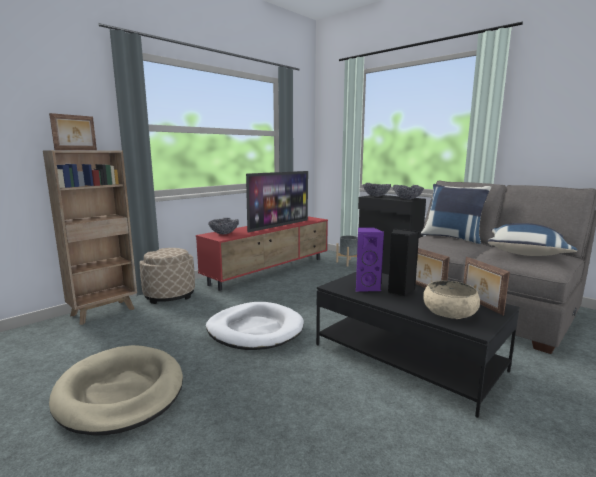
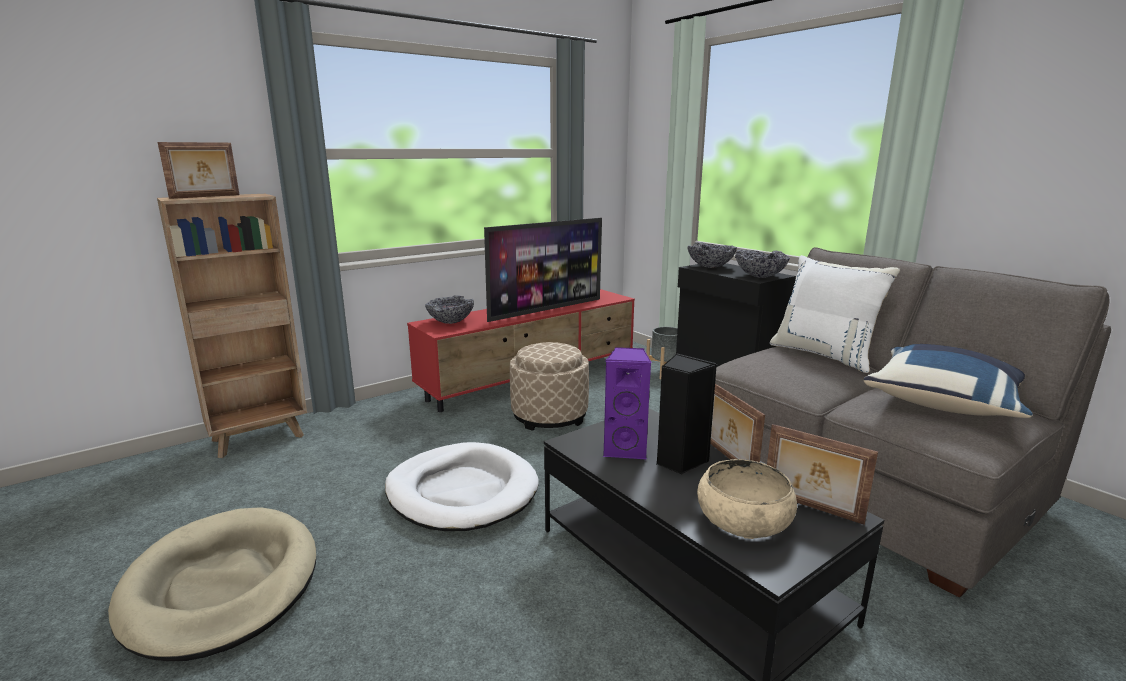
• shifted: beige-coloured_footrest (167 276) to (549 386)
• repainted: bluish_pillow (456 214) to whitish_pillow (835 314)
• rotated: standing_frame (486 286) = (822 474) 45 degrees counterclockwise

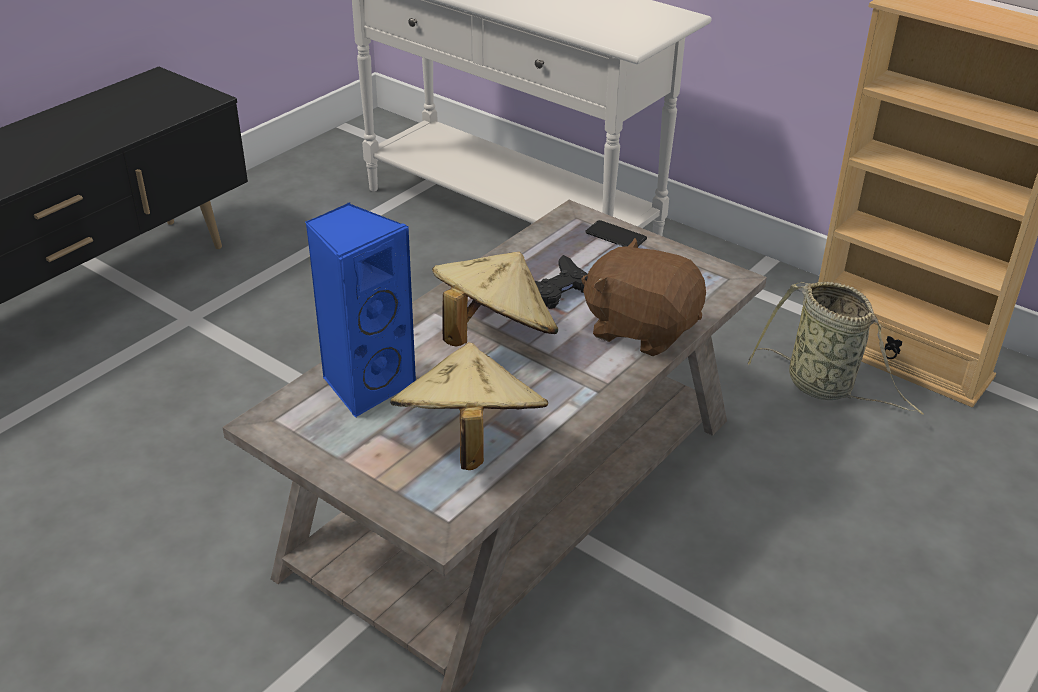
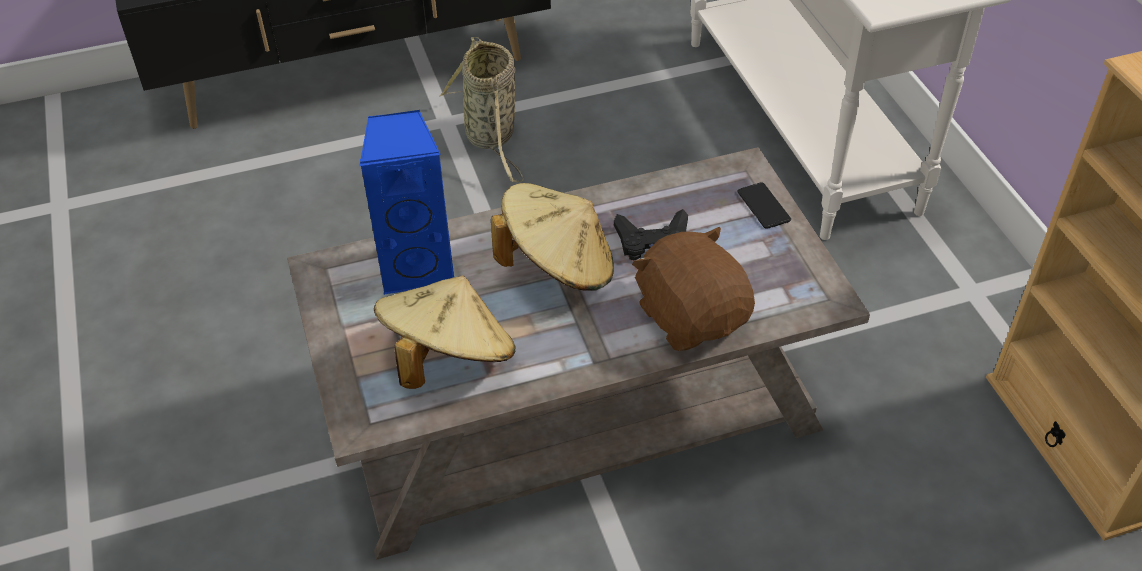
• shifted: storage_basket (836 348) to (482 110)

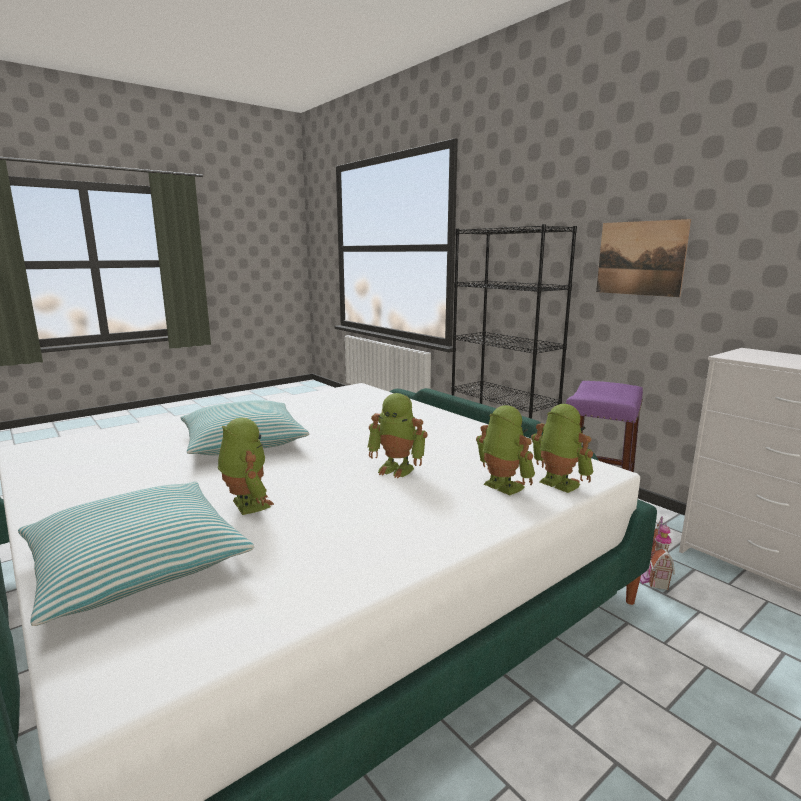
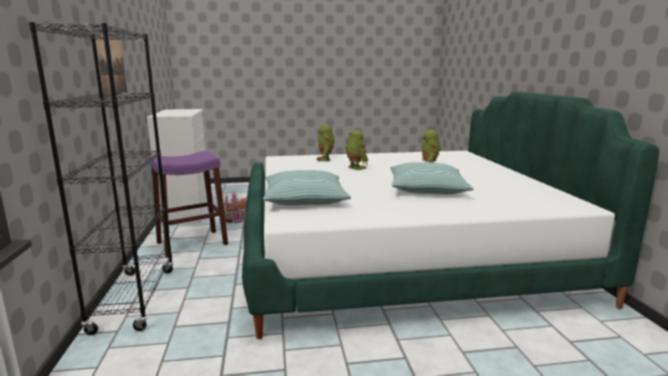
• gone: toy_robot (562 448)
• shifted: pillow (136 554) to (307 187)

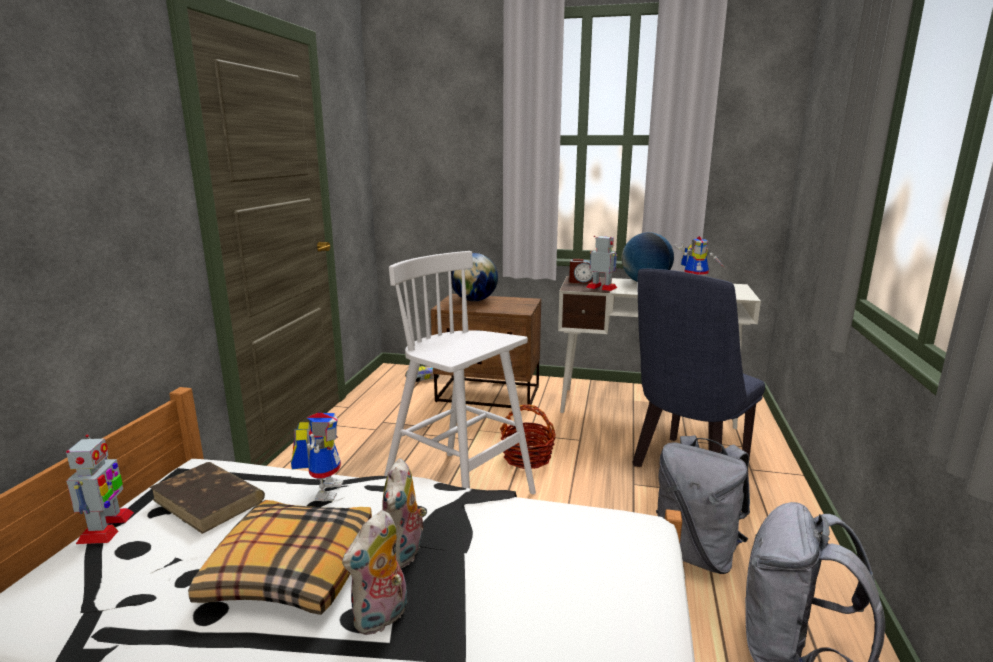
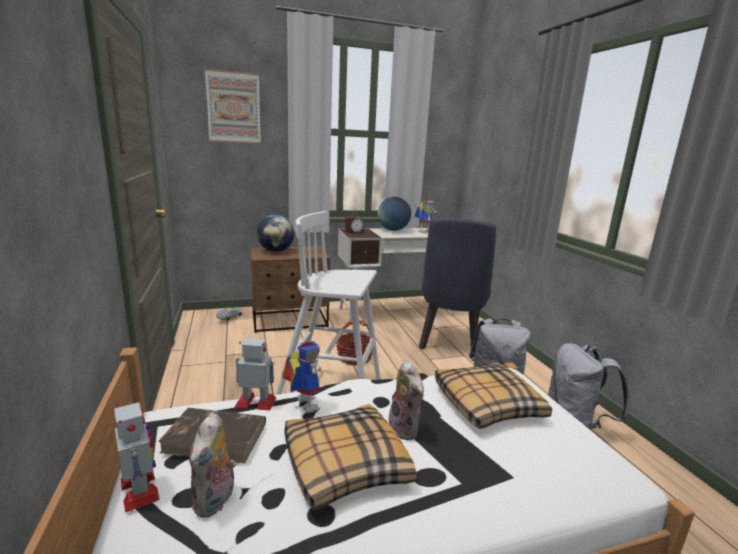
• new: picture (233 106)
• new: pillow (493 395)
• shifted: cuddly_toy (374 572) to (212 465)
• shifted: toy_robot (602 263) to (255 374)

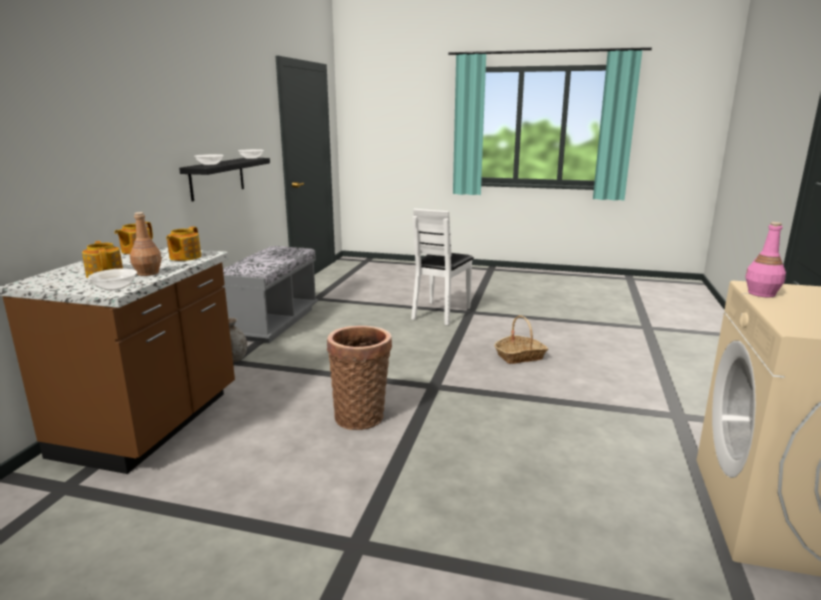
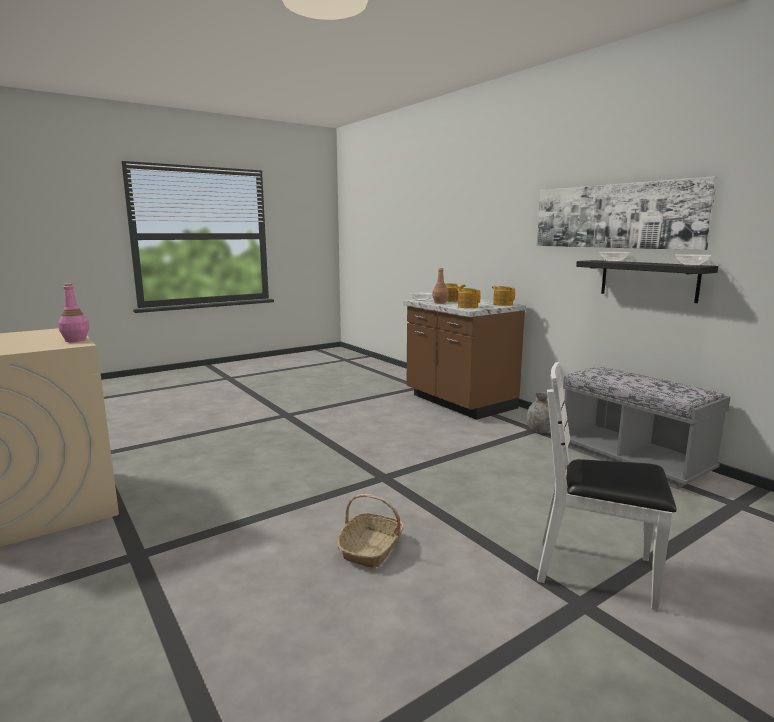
• gone: storage_basket (359 378)
• new: picture (627 213)
• rotated: whitish_plain_chair (442 267) = (607 486) 45 degrees counterclockwise

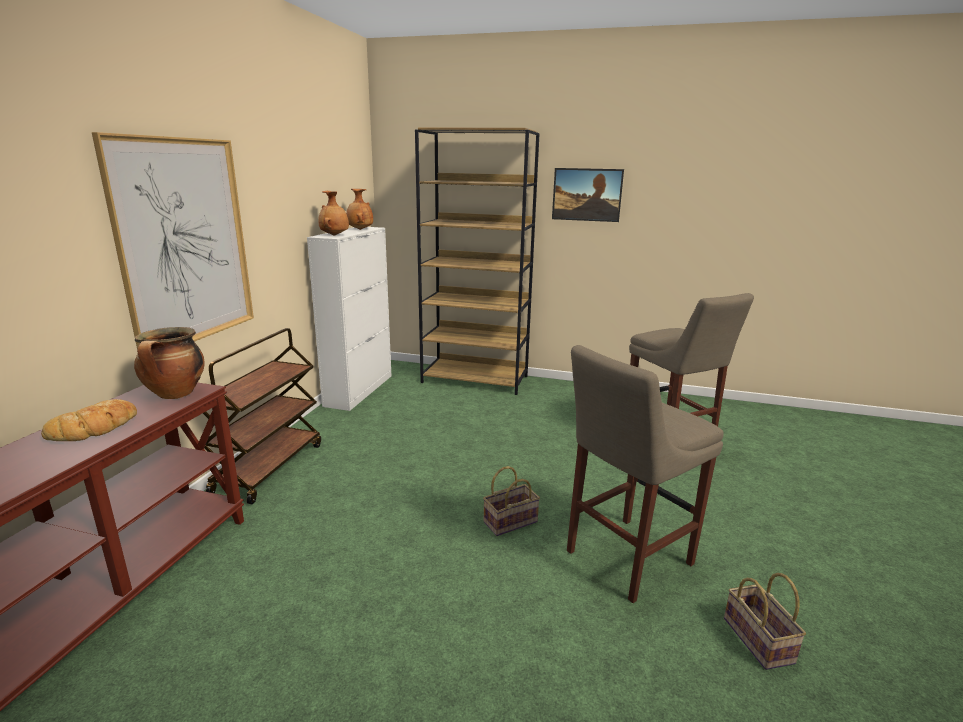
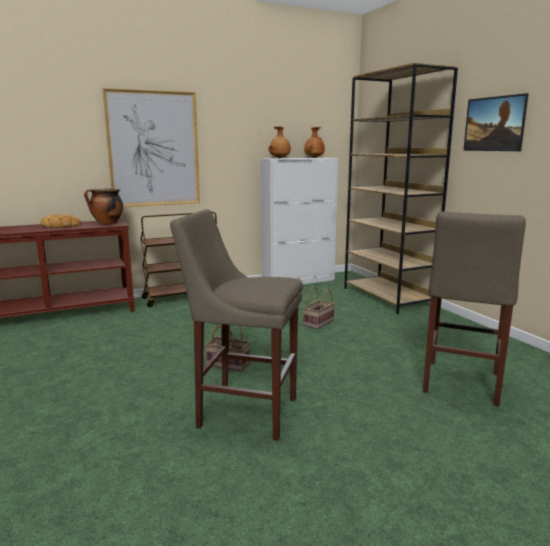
• shifted: storage_basket (765 621) to (319 307)

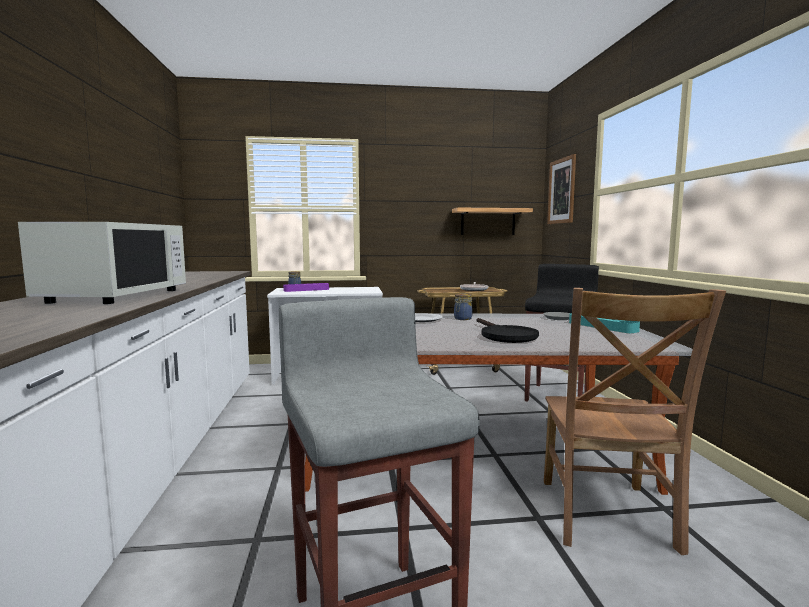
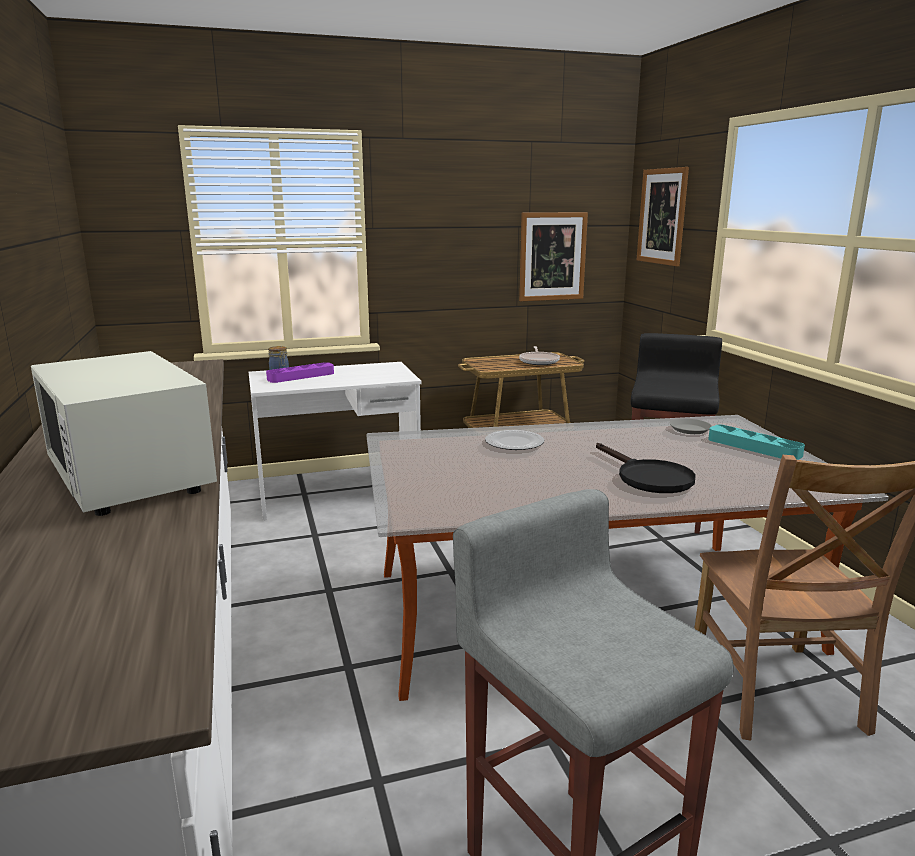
• gone: jar (463 306)
• swapped: wall_shelf (492 221) to picture (553 256)
• rotated: whitish_microwave_oven (102 263) = (124 433) 150 degrees clockwise

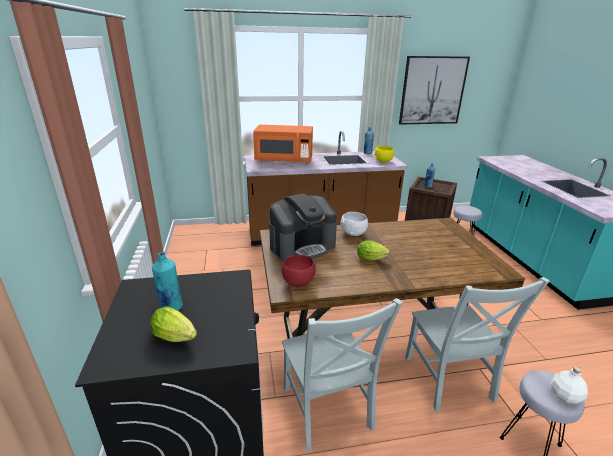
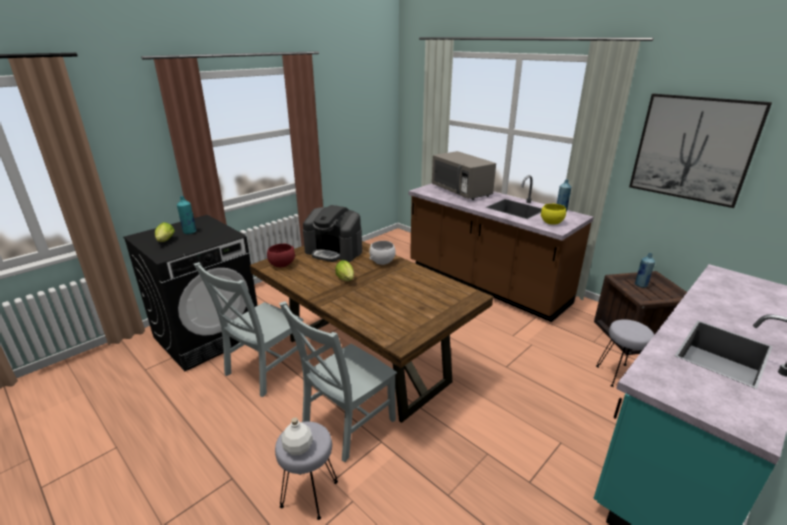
• repainted: orangey_microwave_oven (283 144) to gray_microwave_oven (464 175)

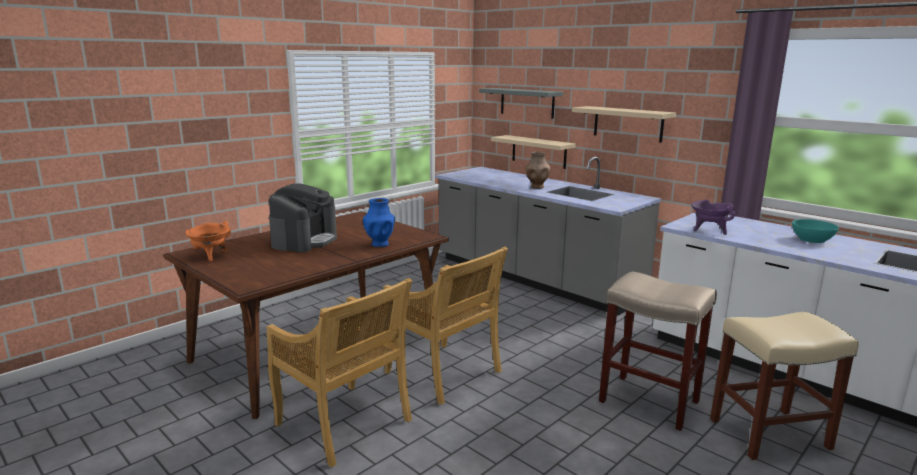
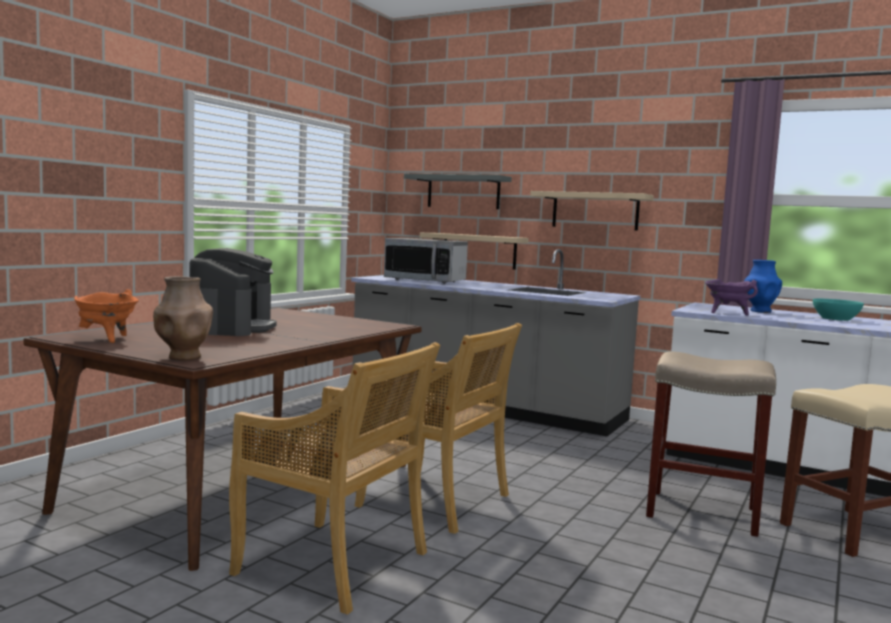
• new: microwave_oven (426 261)
• shifted: bluish_vase (379 223) to (763 286)
• shifted: brown_vase (538 170) to (183 318)

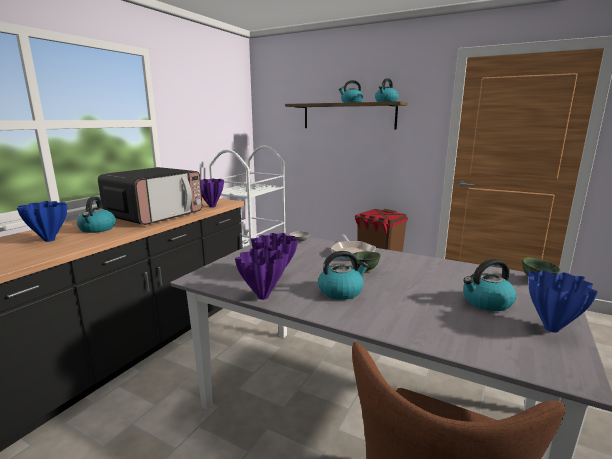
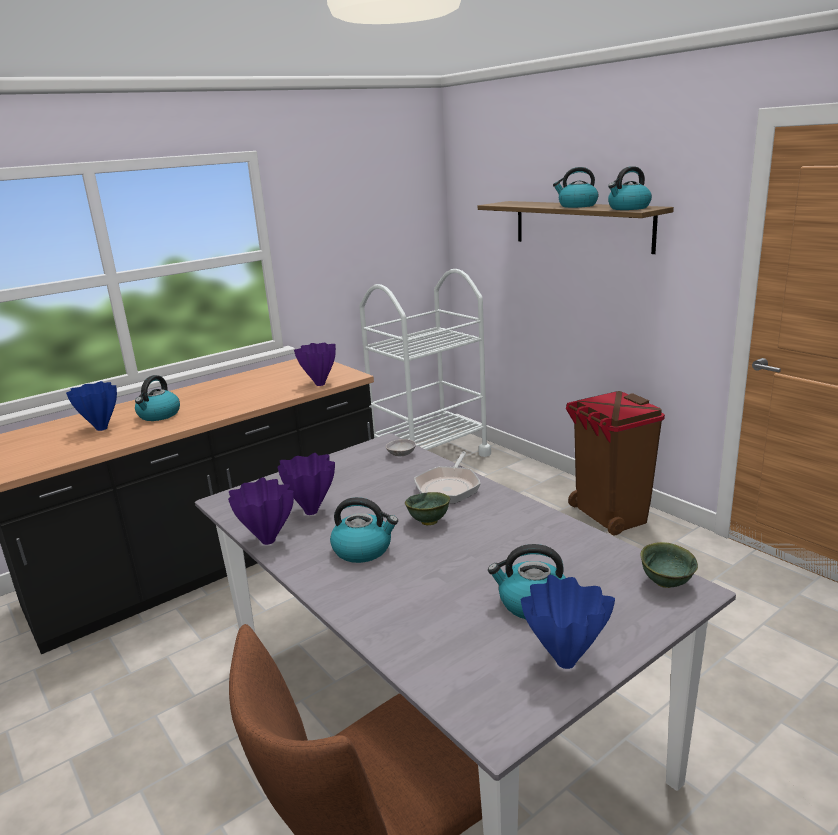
• gone: microwave_oven (150 196)

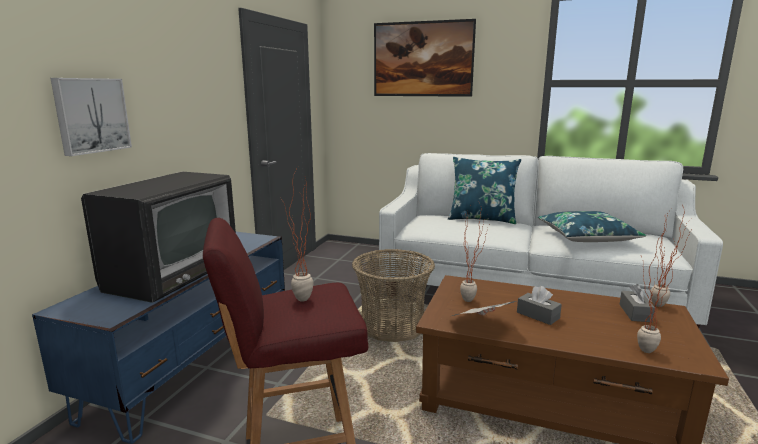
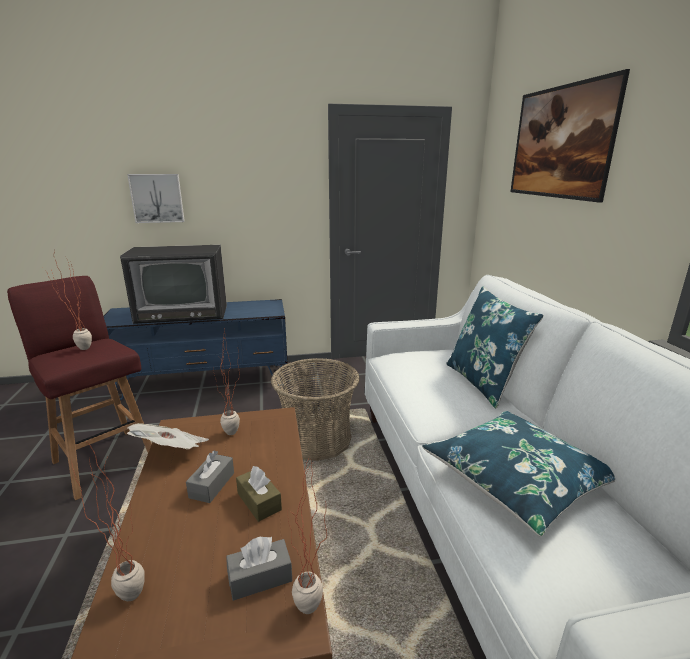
• new: brown_box_of_tissues (259 494)

